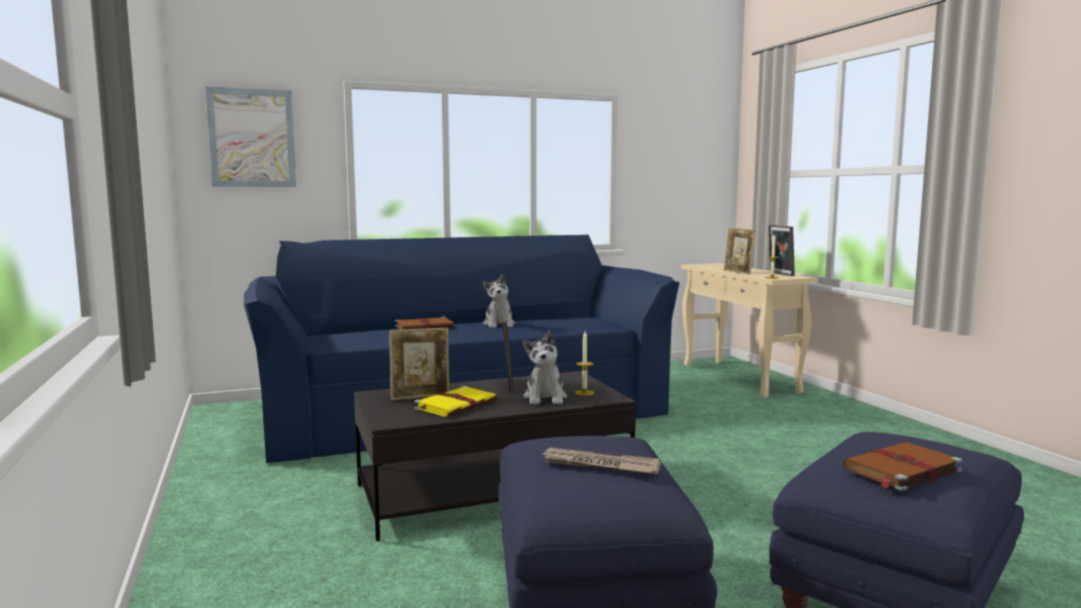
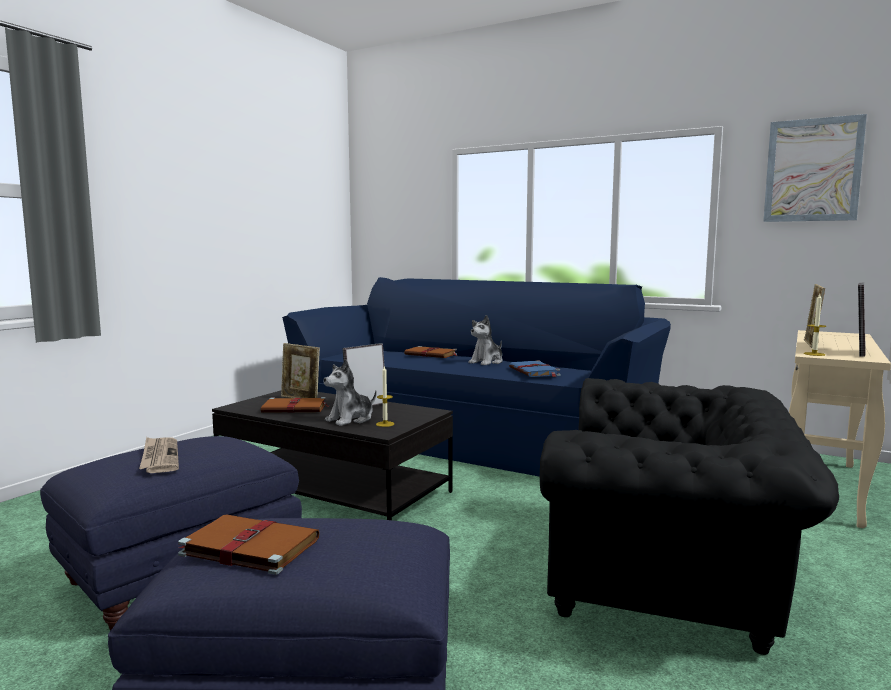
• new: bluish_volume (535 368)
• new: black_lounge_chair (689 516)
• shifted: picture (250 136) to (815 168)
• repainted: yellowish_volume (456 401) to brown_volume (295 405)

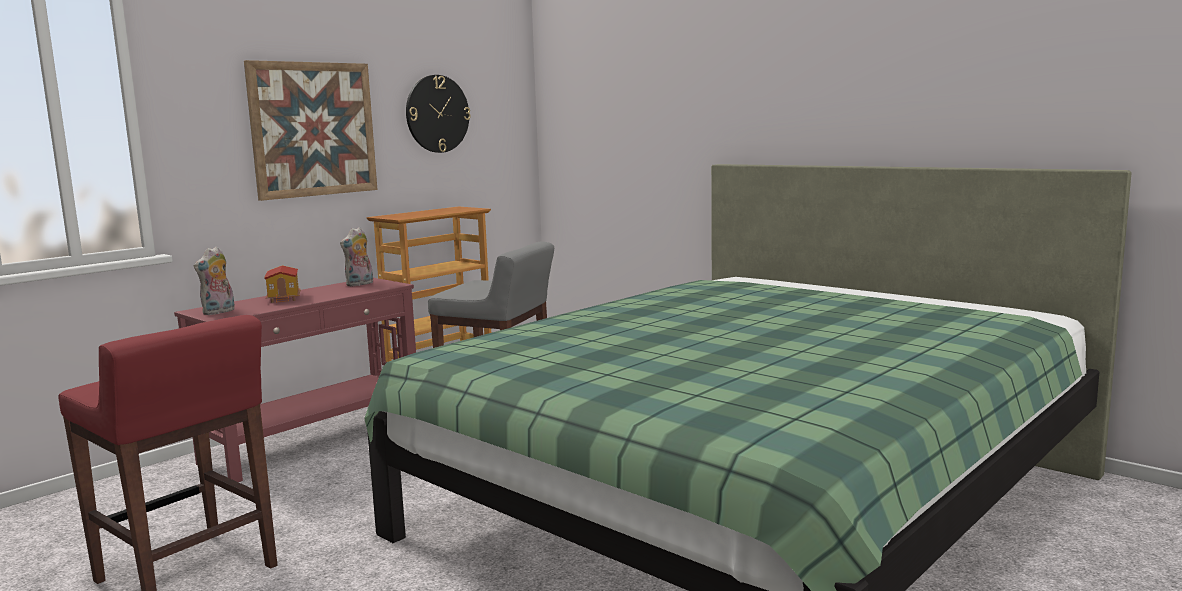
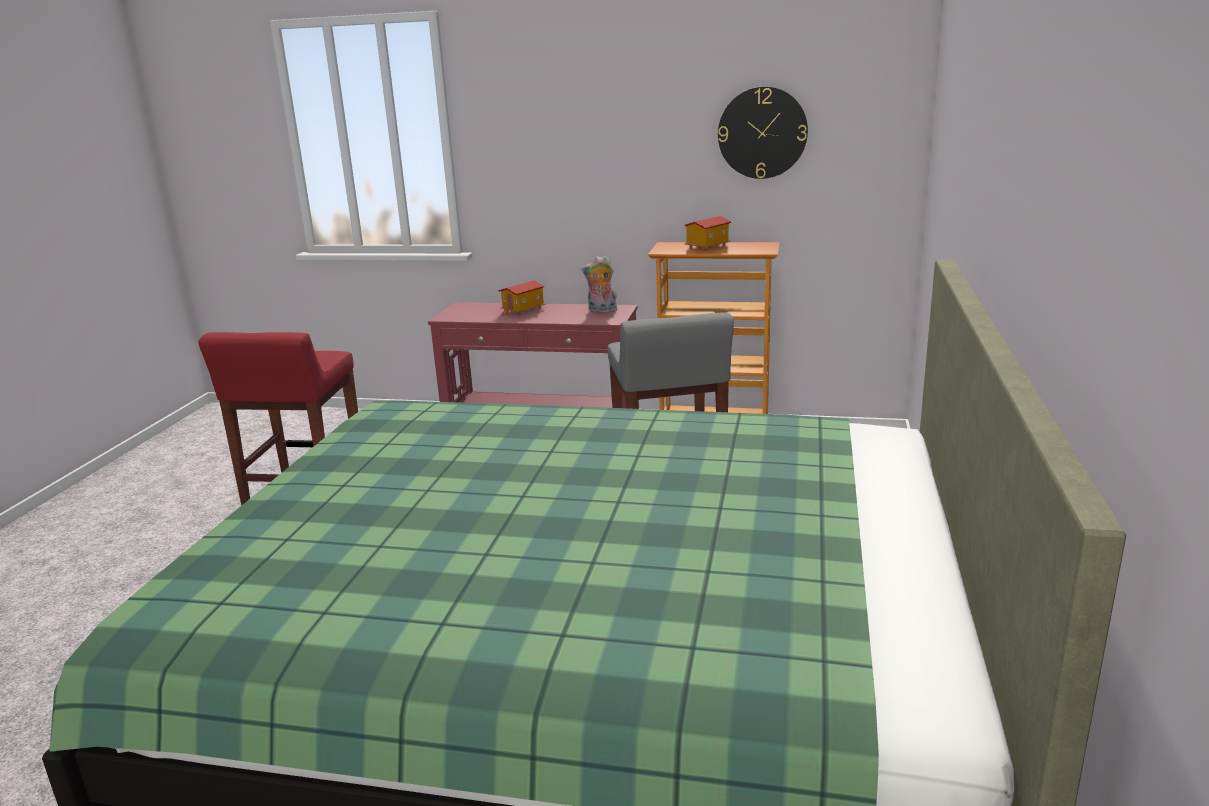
• gone: cuddly_toy (214 280)
• gone: picture (310 130)
• new: model_house (707 233)

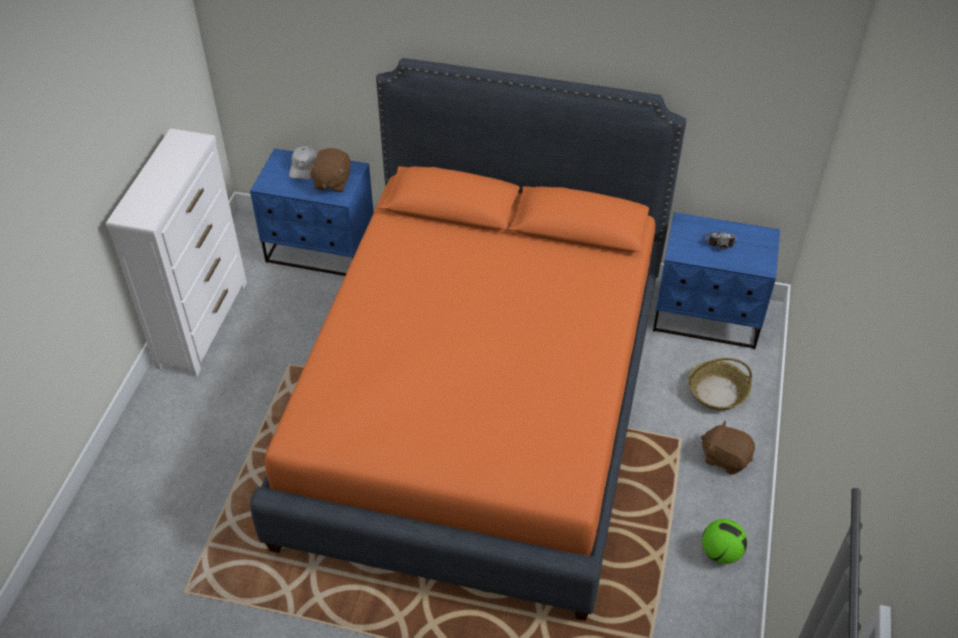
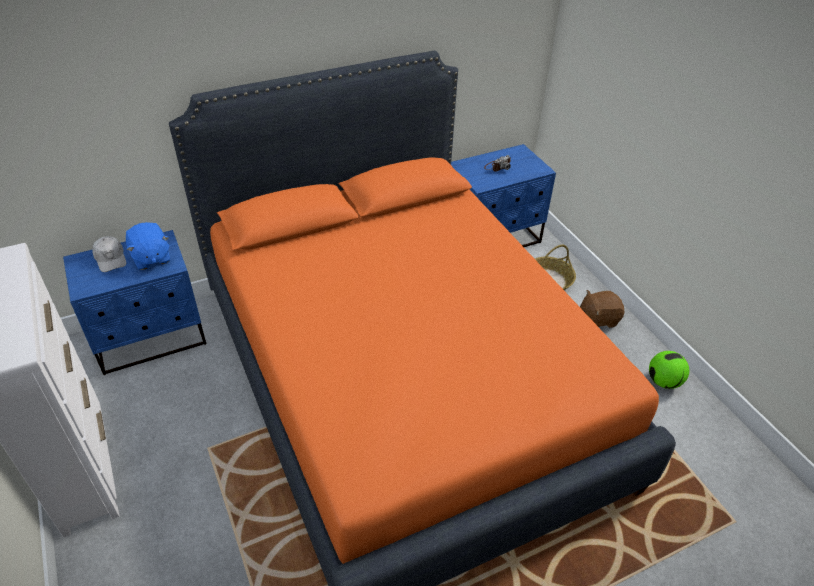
• repainted: brown_cuddly_toy (329 170) to bluish_cuddly_toy (148 246)

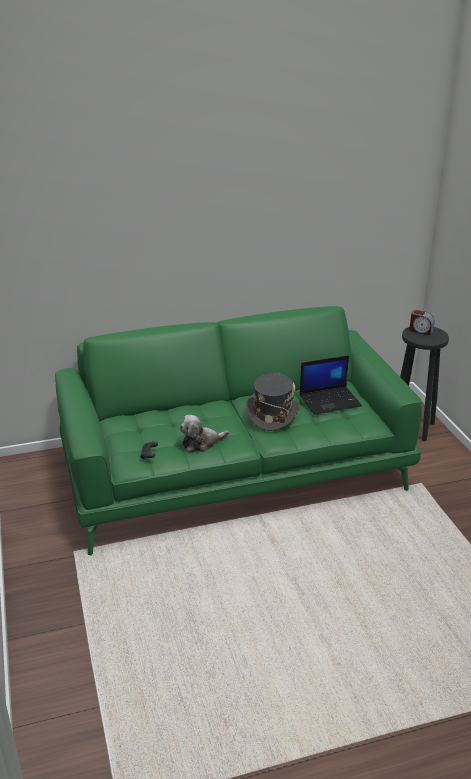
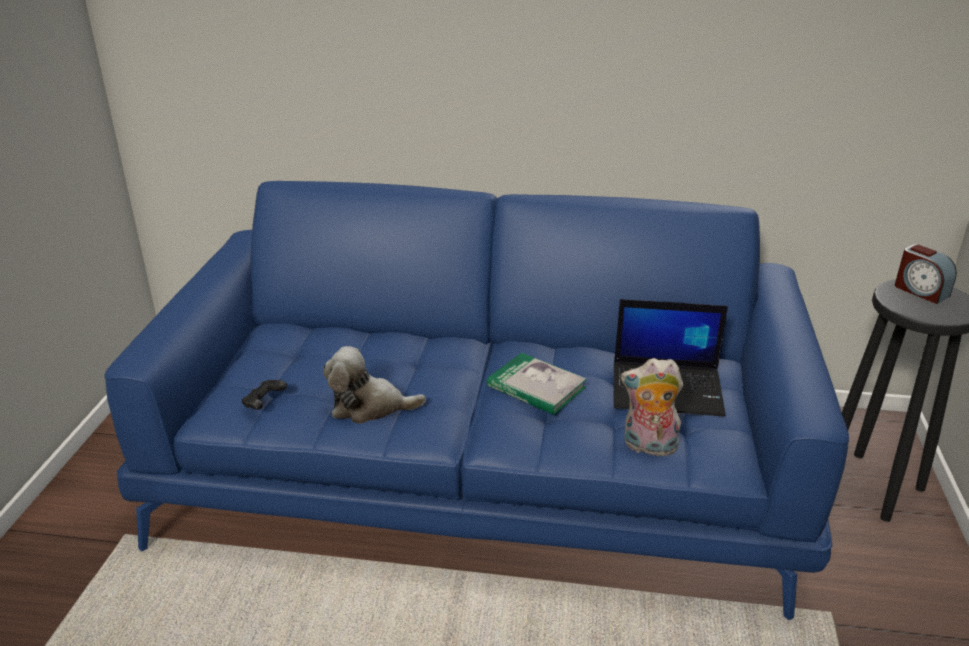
• new: cuddly_toy (652 407)
• swapped: gray_wearable_hat (273 402) to volume (537 384)
• repainted: green_settee (238 430) to bluish_settee (476 400)

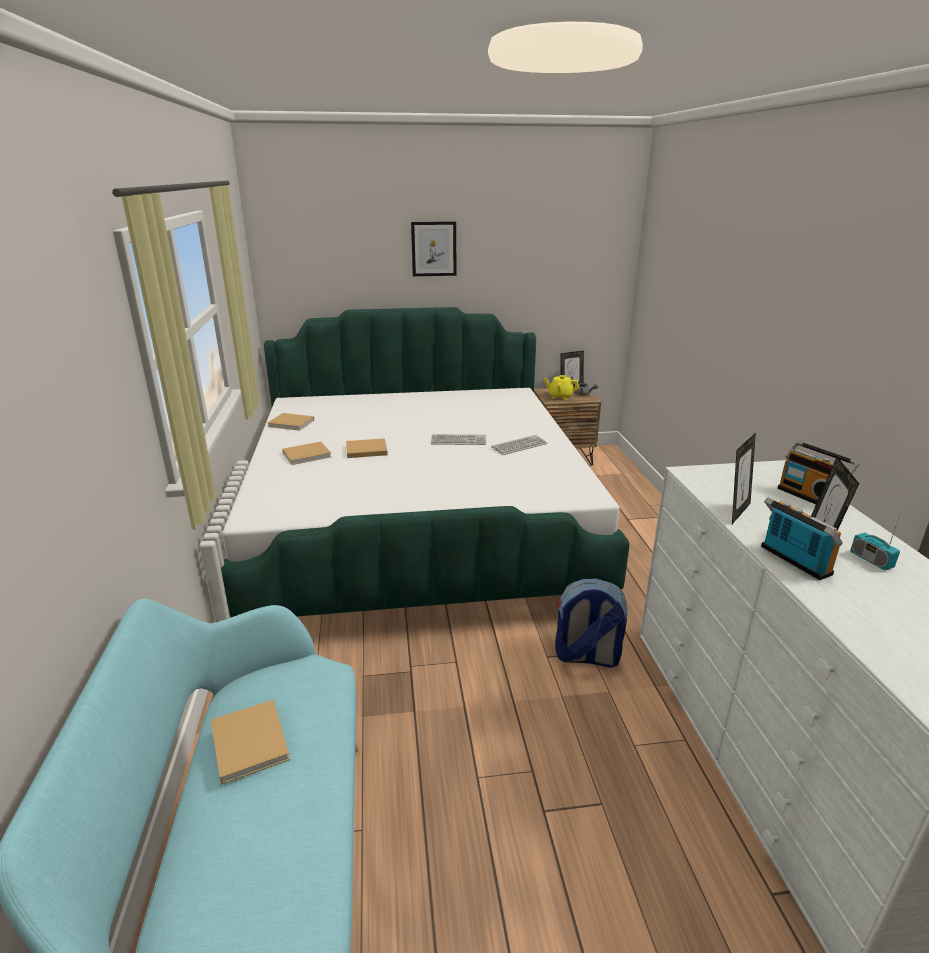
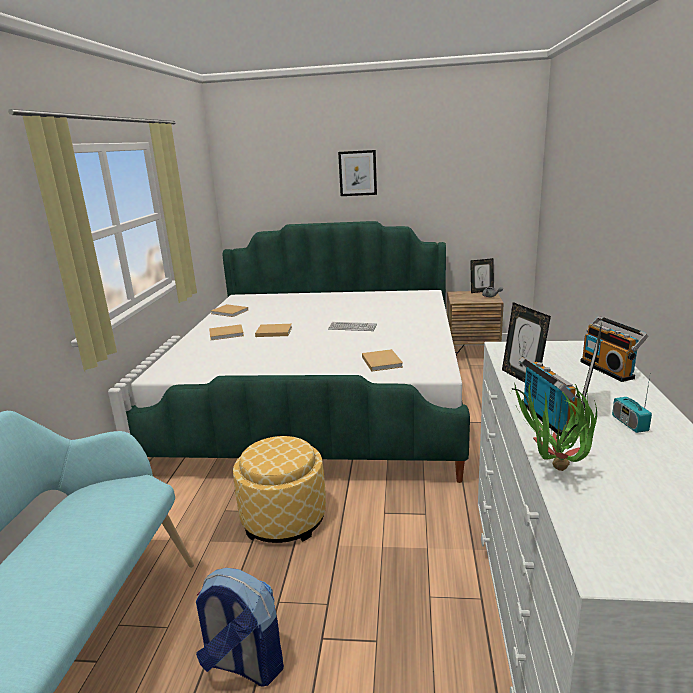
• gone: keyboard (519 445)
• gone: yellowish_pot_for_tea (561 387)
• new: footrest (279 489)
• new: houseplant (554 426)
• shifted: beige-coloured_volume (250 742) to (382 360)
• shifted: rucksack (591 623) to (240 627)
• rotated: standing_frame (744 478) = (526 342) 105 degrees clockwise

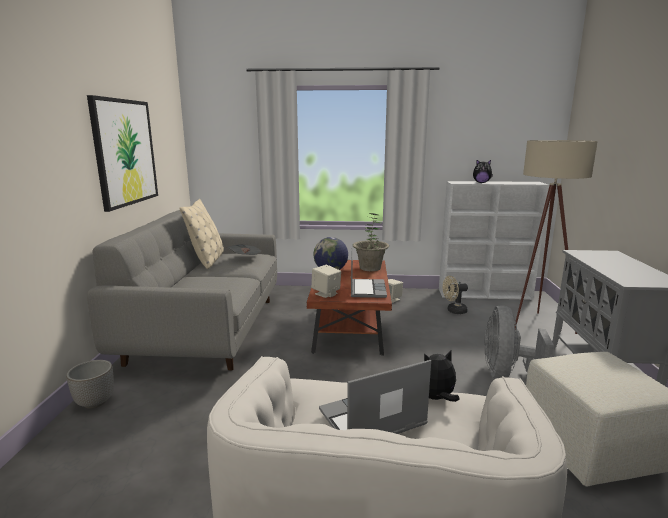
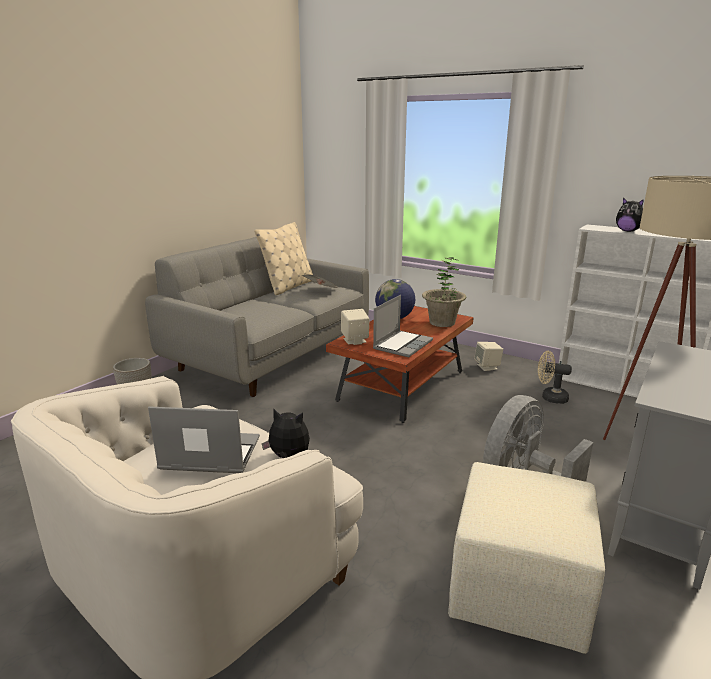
• gone: picture (122 153)

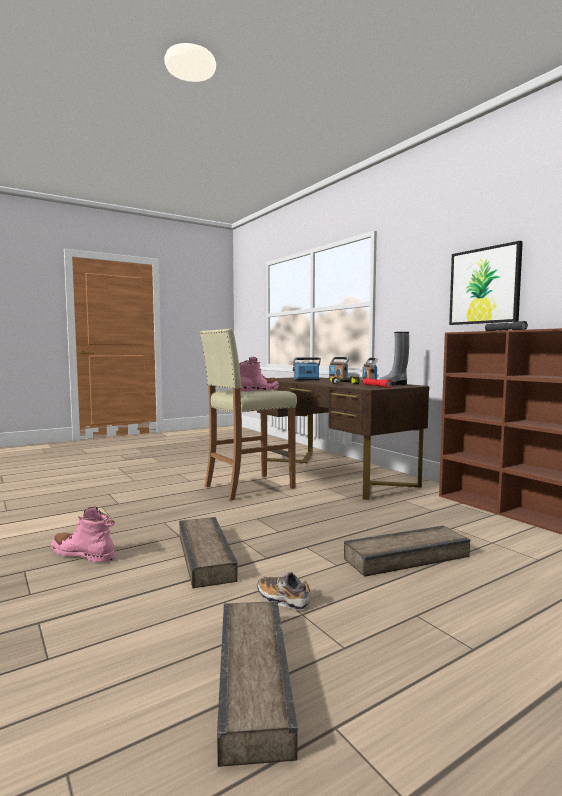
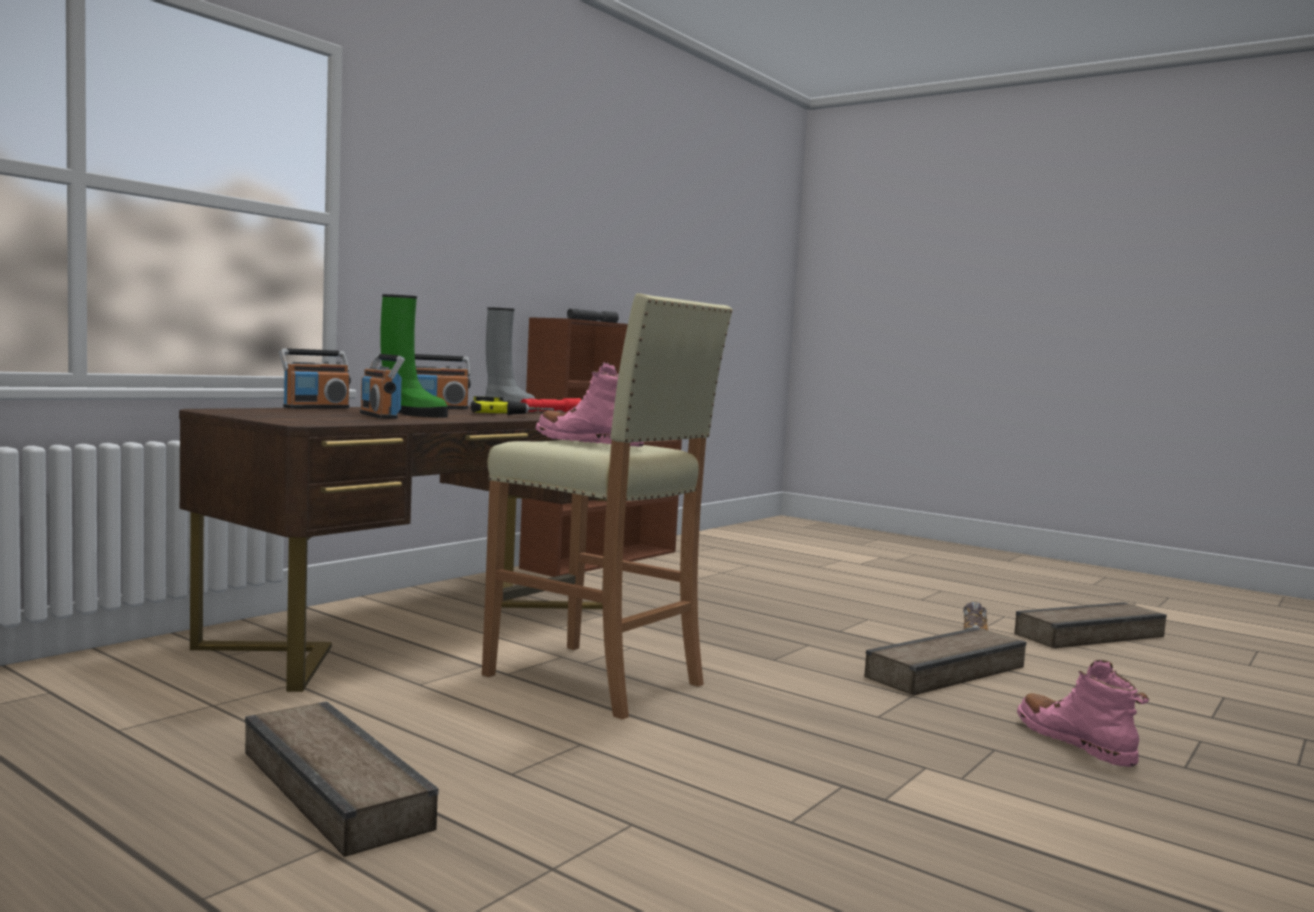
• gone: picture (486 283)
• new: green_tall_boot (414 356)
• shifted: shipping_crate (407 551) to (342 779)
• rotated: pink-coloured_tall_boot (83 534) = (1083 713) 150 degrees clockwise

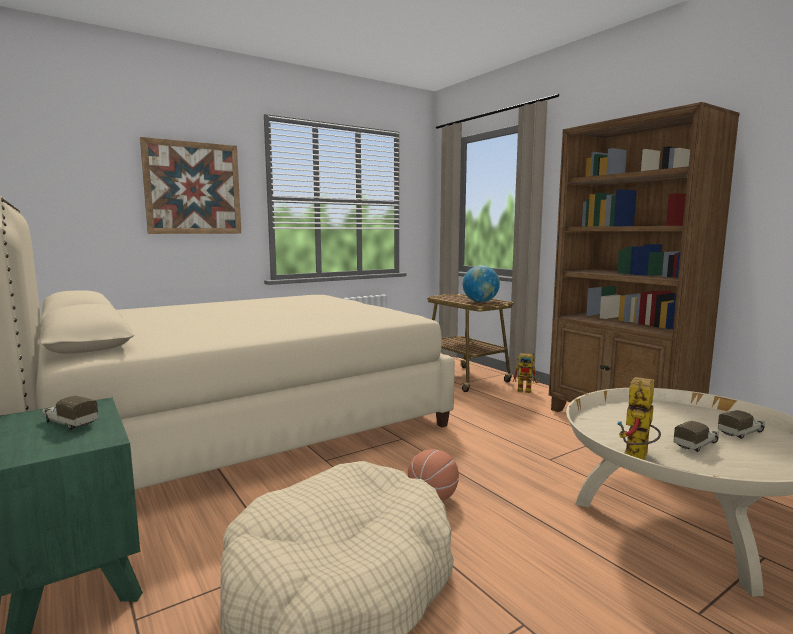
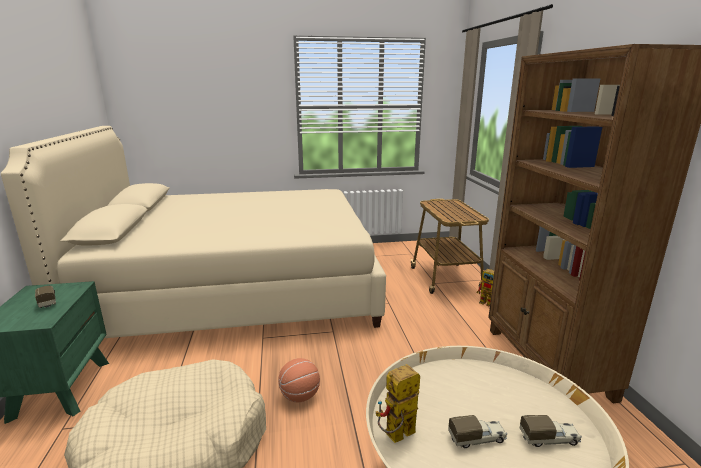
• gone: picture (190 185)
• gone: globe (481 283)

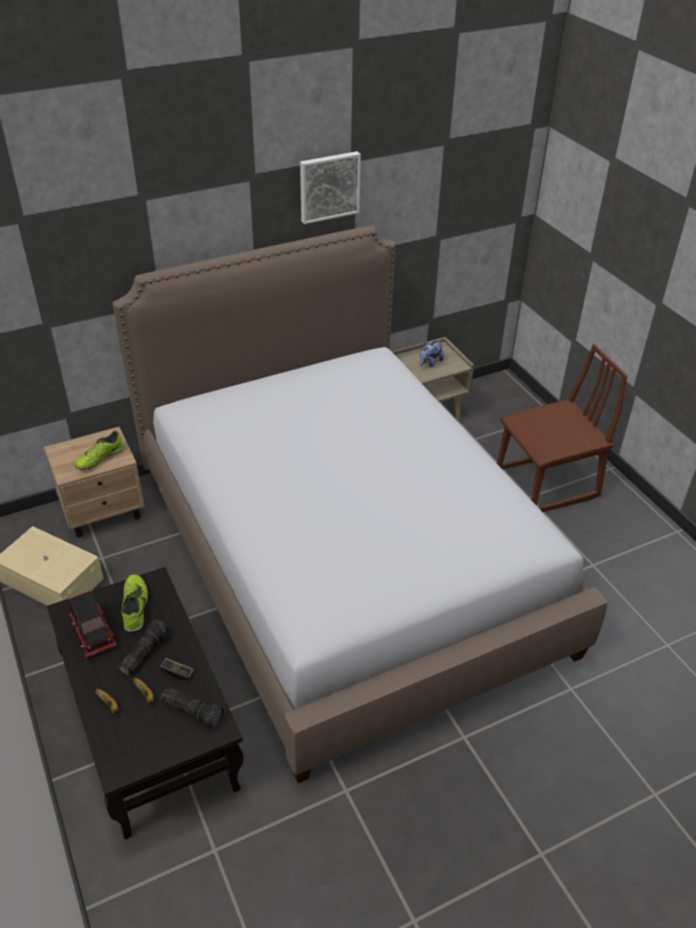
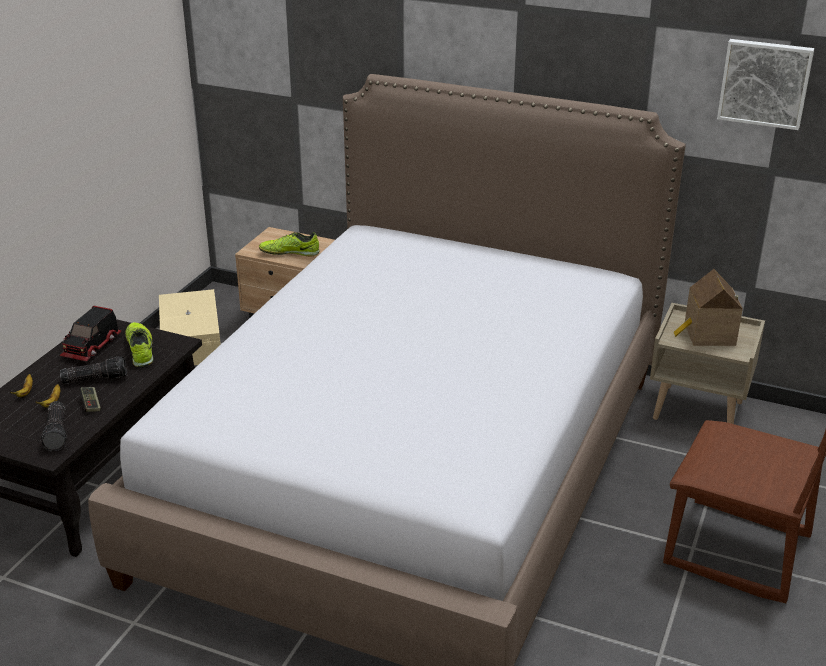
• shifted: picture (330 187) to (765 84)
• swapped: cuddly_toy (432 353) to model_house (708 307)
• rotated: low_shoe (135 603) = (140 344) 60 degrees counterclockwise

